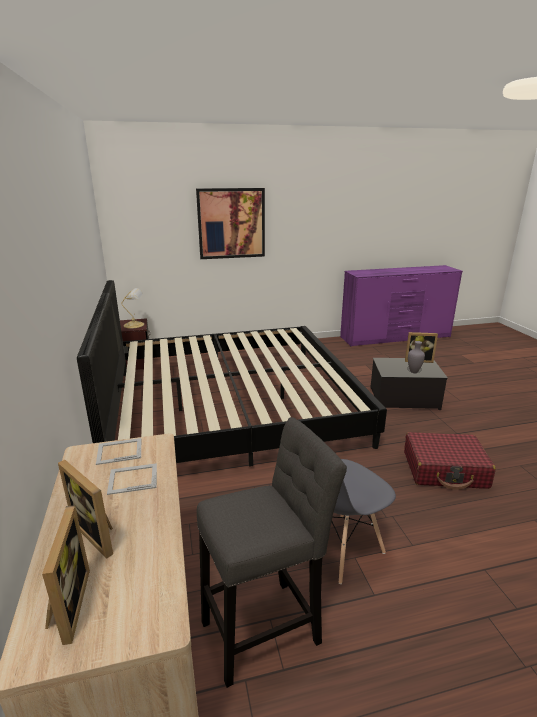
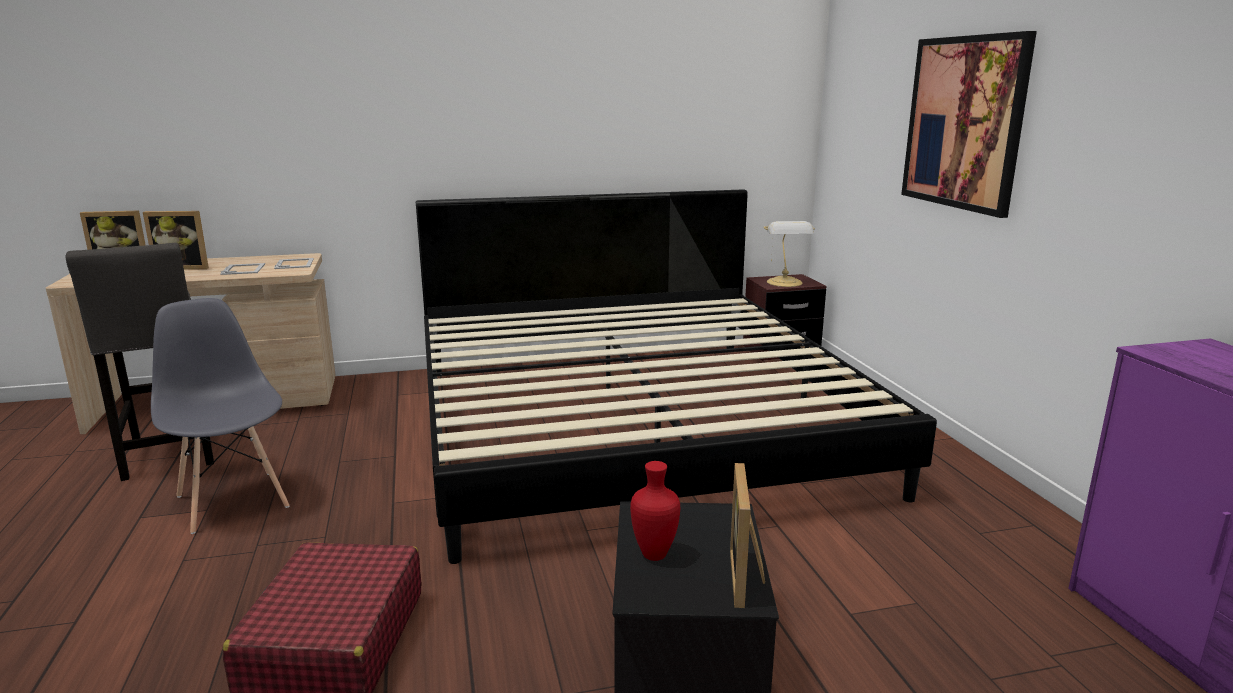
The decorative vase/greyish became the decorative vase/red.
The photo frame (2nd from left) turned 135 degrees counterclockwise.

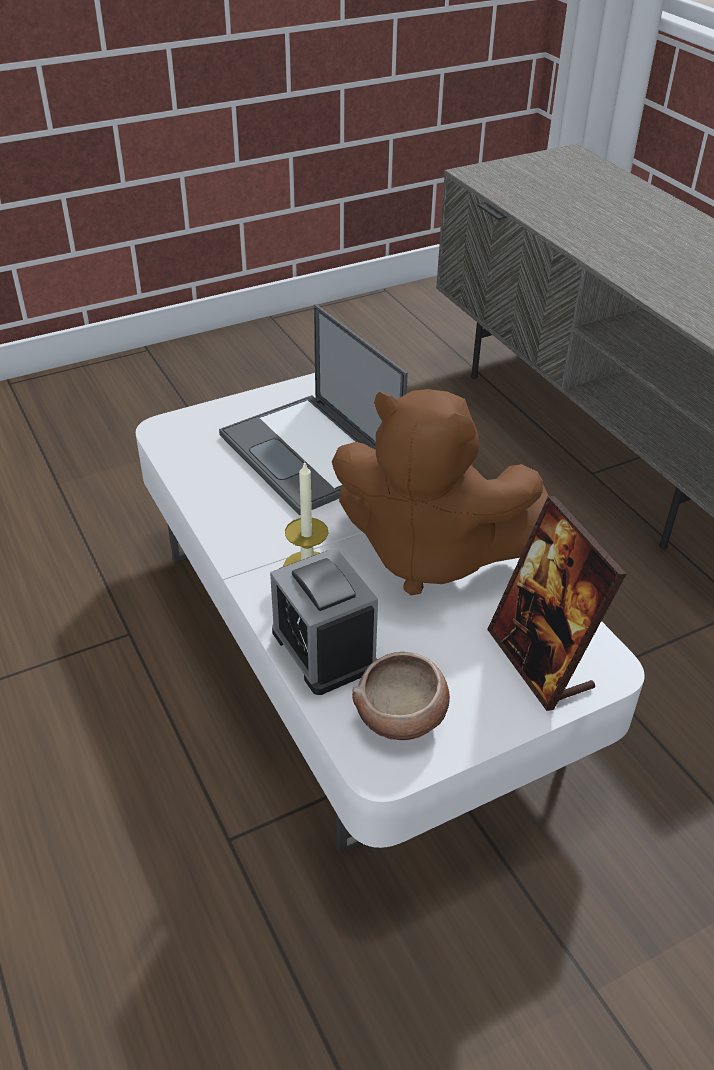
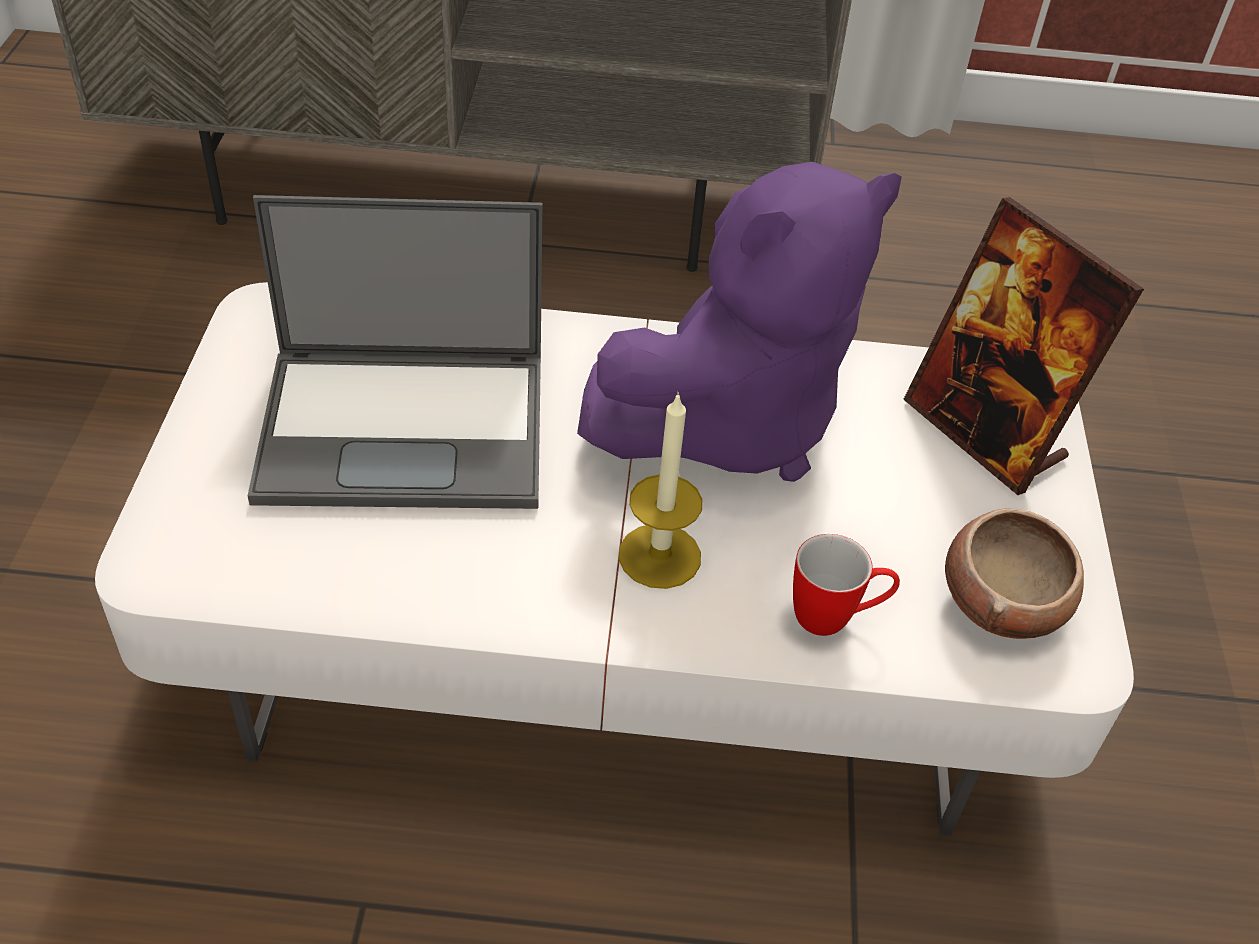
The bedside clock was replaced by the mug.
The soft toy/brown-coloured became the soft toy/purple-coloured.
The photo frame turned 45 degrees clockwise.

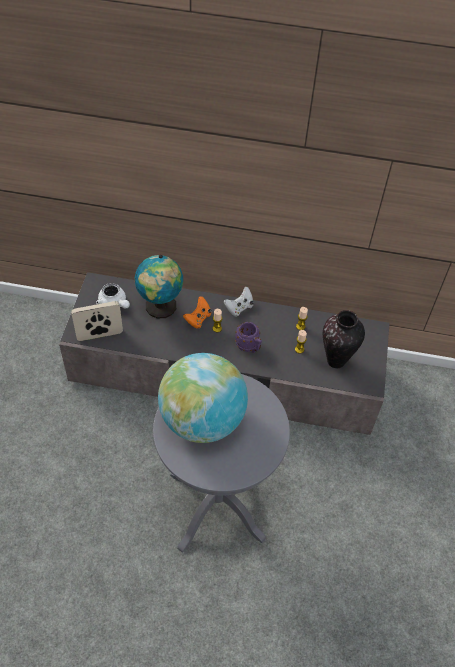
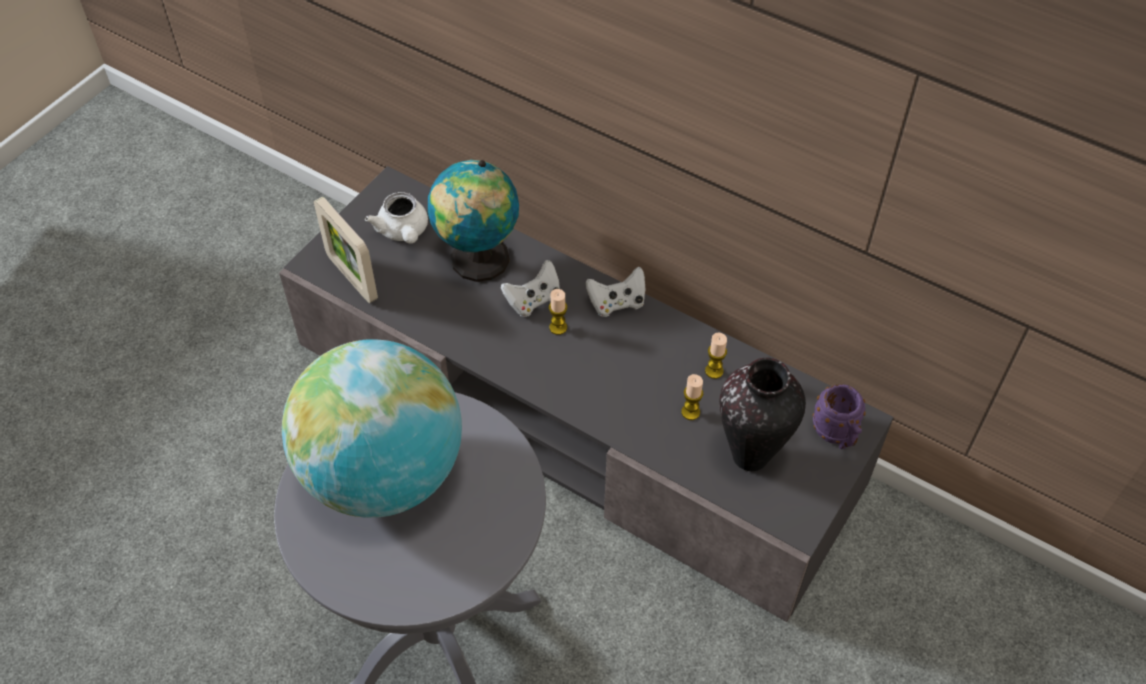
The mug/purple-coloured moved.
The gamepad/orange-coloured became the gamepad/whitish (1st from left).
The photo frame turned 135 degrees counterclockwise.

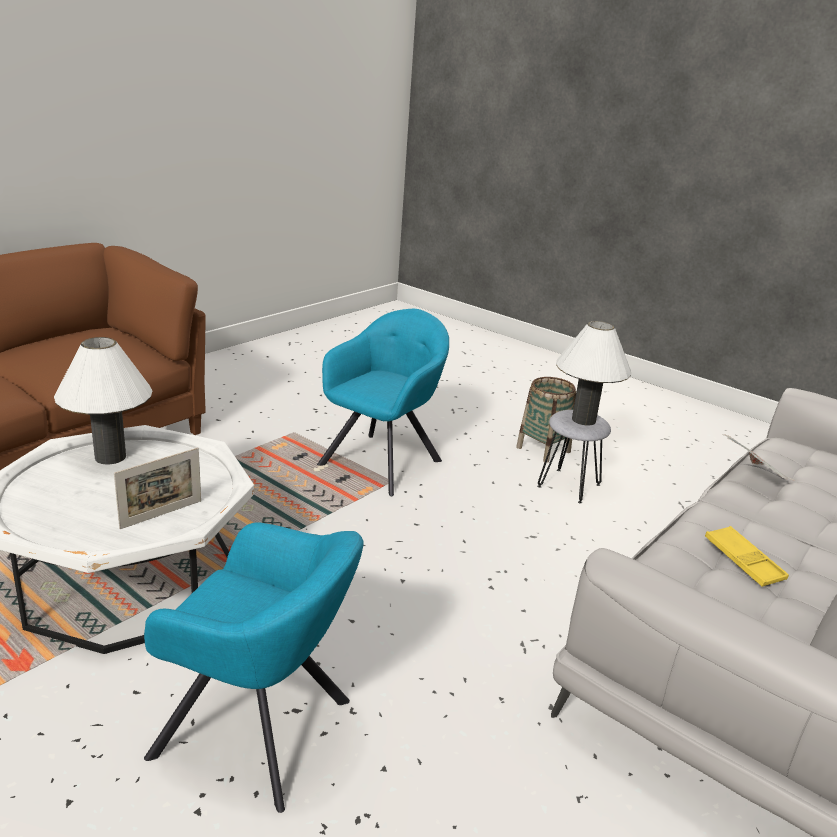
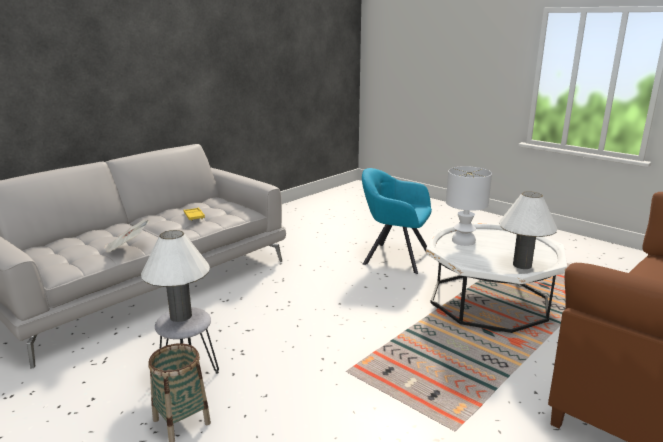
The lounge chair/turquoise (2nd from left) disappeared.
The photo frame was replaced by the tabletop lamp/whitish (2nd from left).

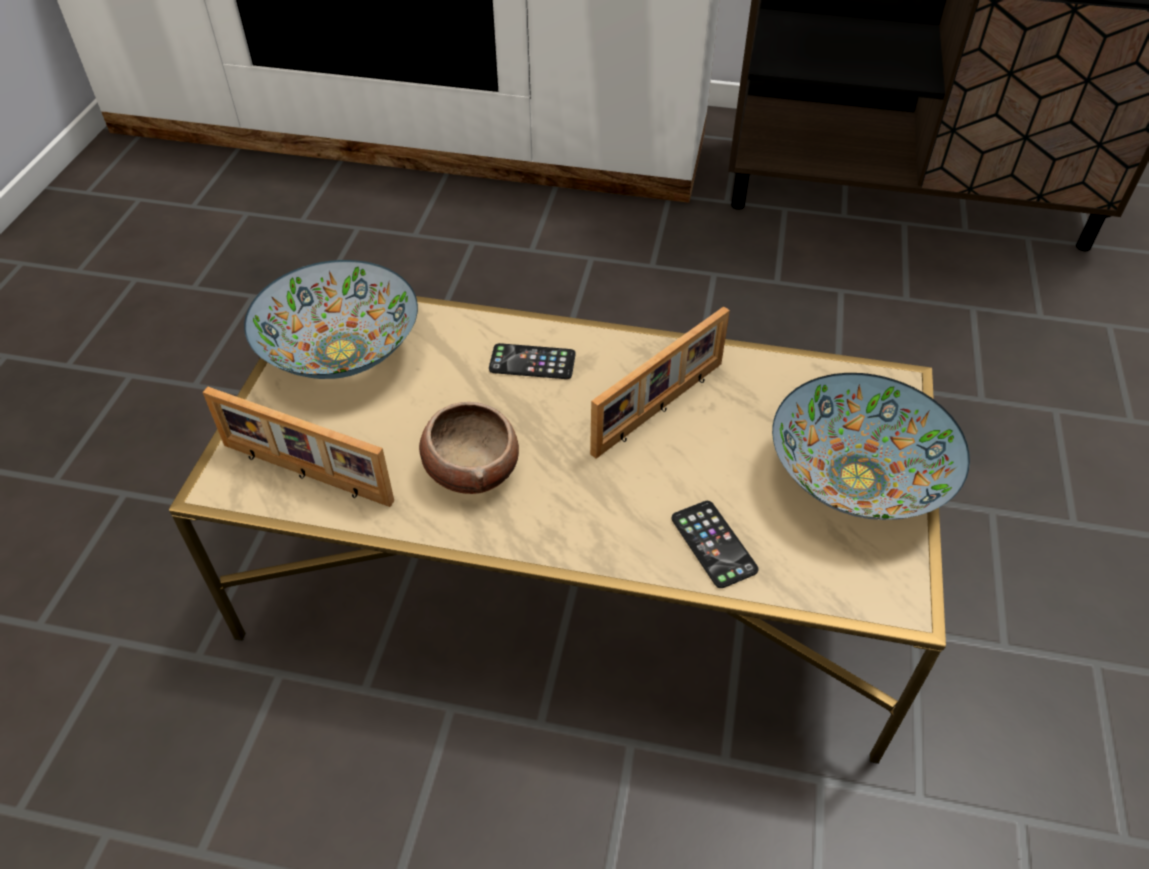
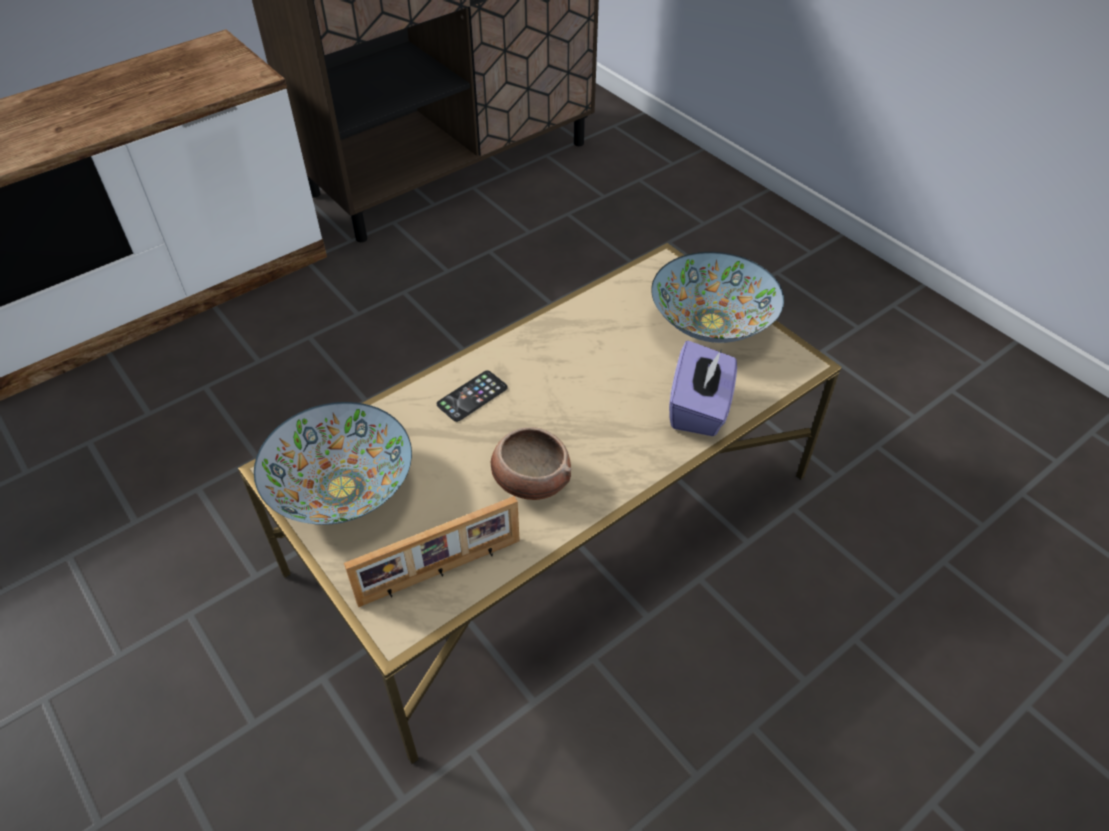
The photo frame (2nd from left) disappeared.
The phone (2nd from left) was replaced by the tissue box/purple-coloured.

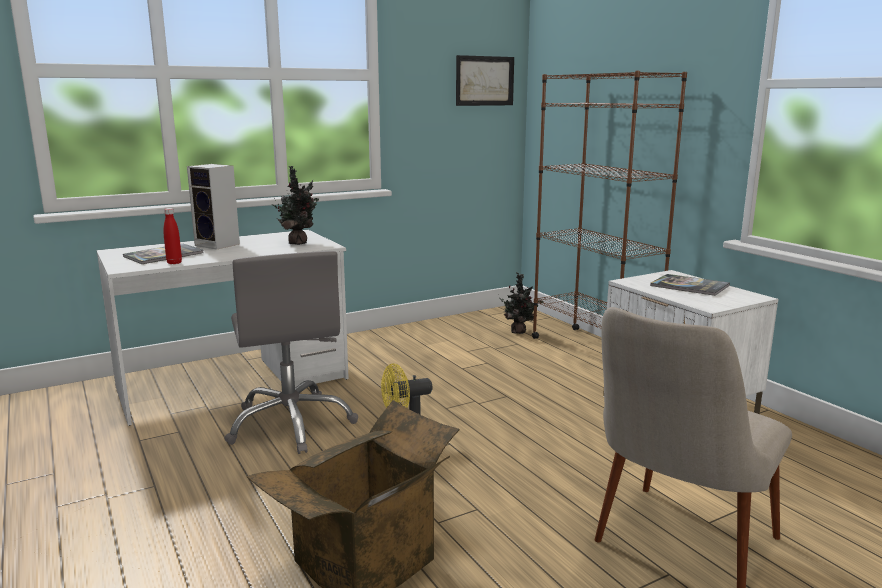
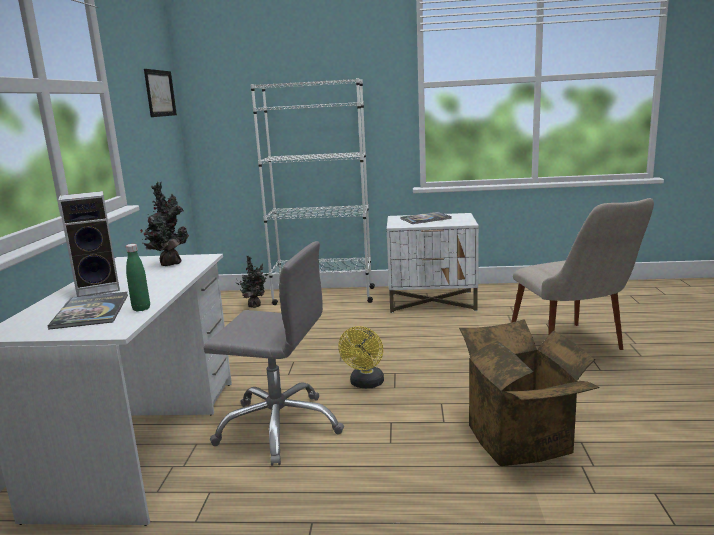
The beverage bottle/red became the beverage bottle/green.
The bookshelf/brown-coloured became the bookshelf/whitish.

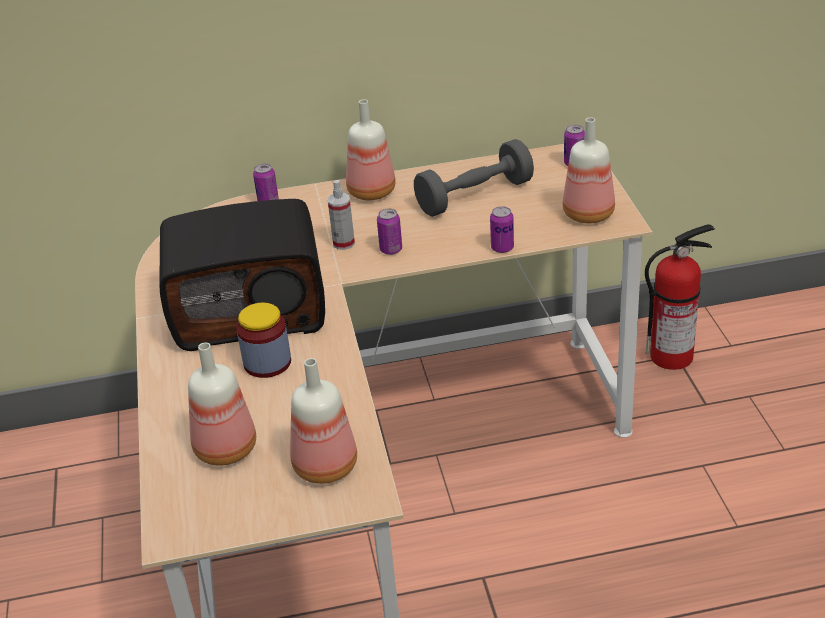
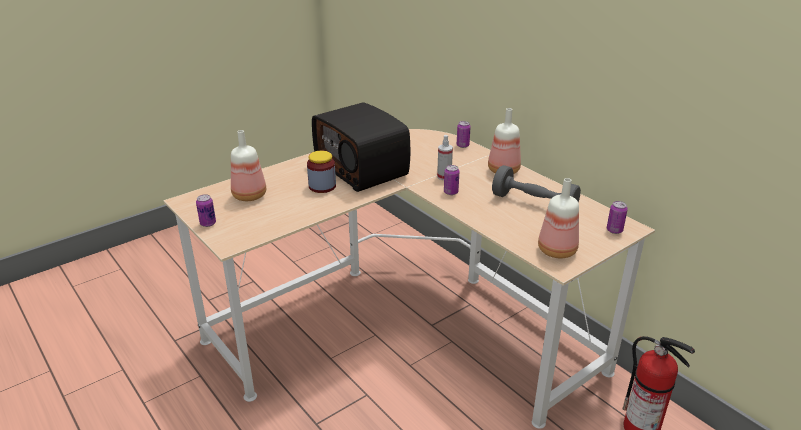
The beverage bottle (2nd from left) disappeared.
The metal can (3rd from left in the first image) moved.

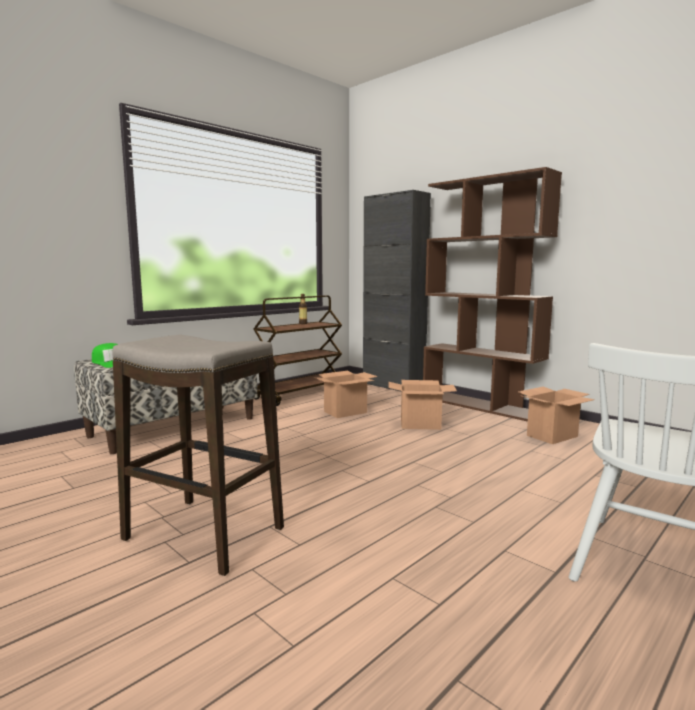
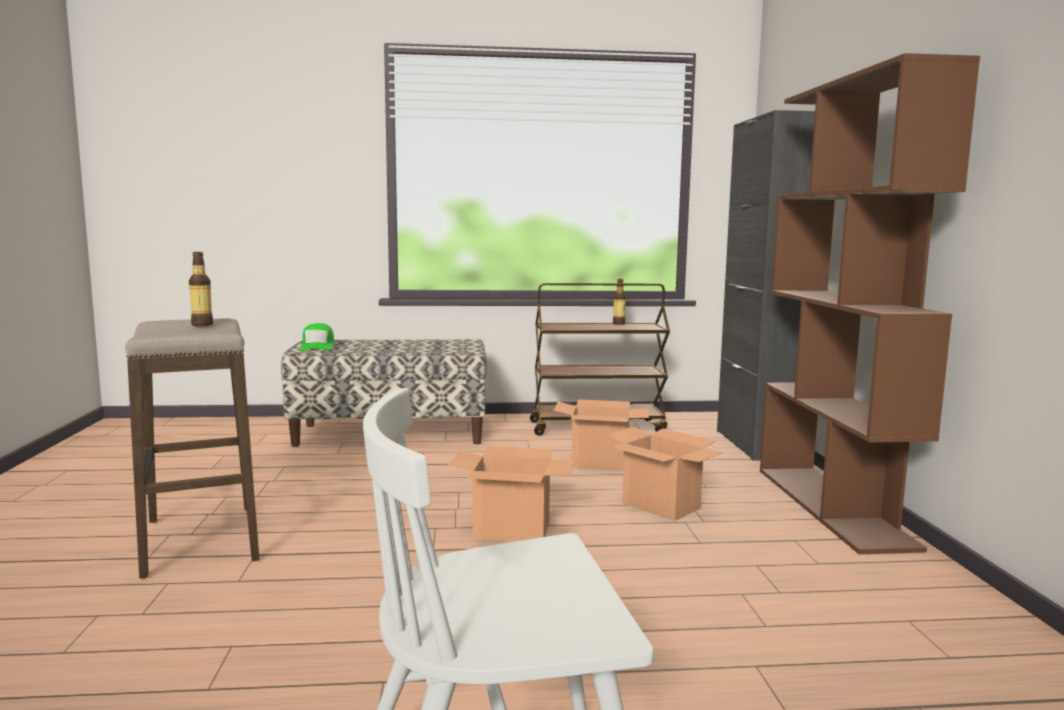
The beverage bottle (1st from left) appeared.
The cardboard box (3rd from left in the first image) moved.

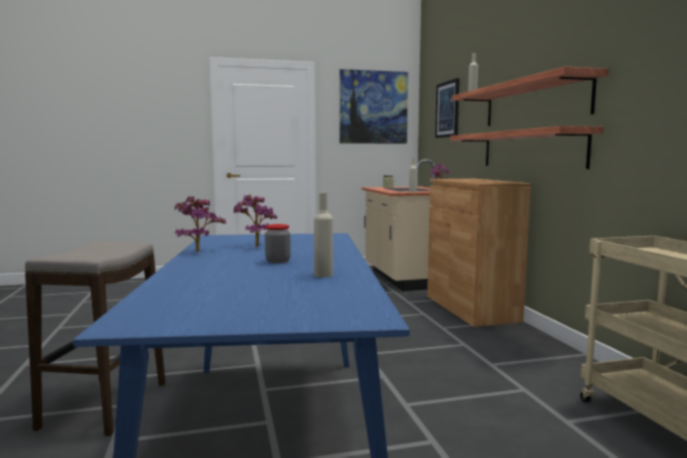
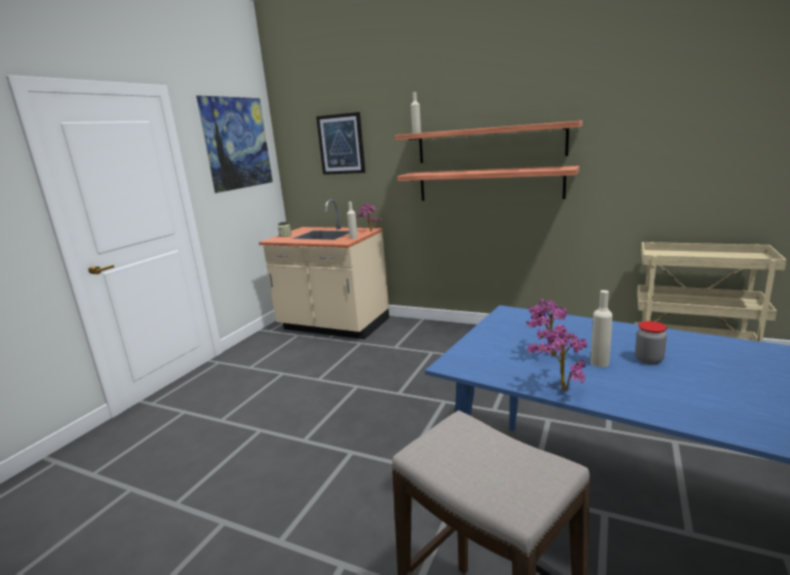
The cabinet/brown-coloured disappeared.
The beverage bottle/beige (1st from left in the first image) moved.

